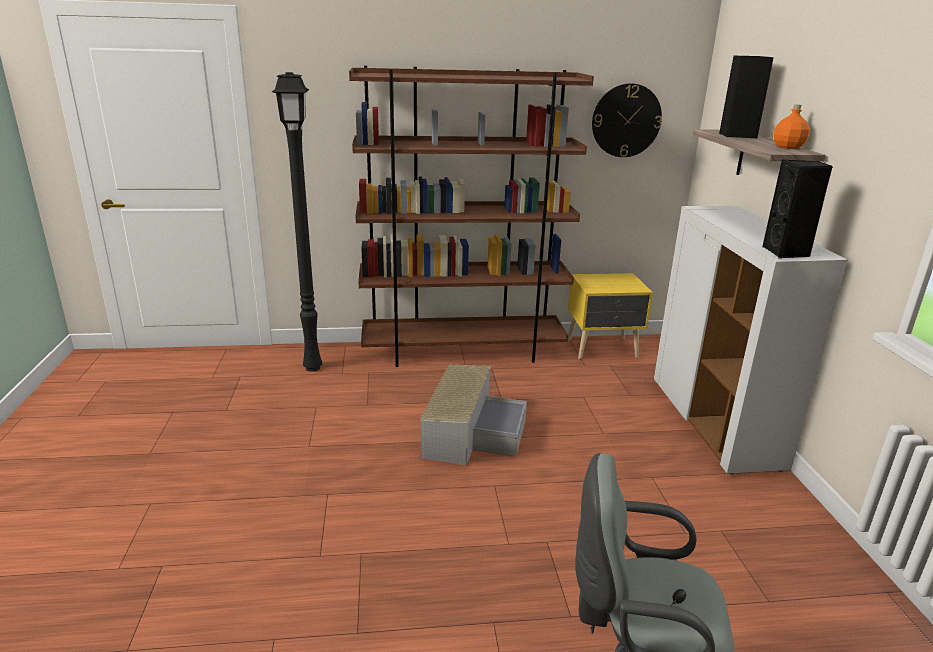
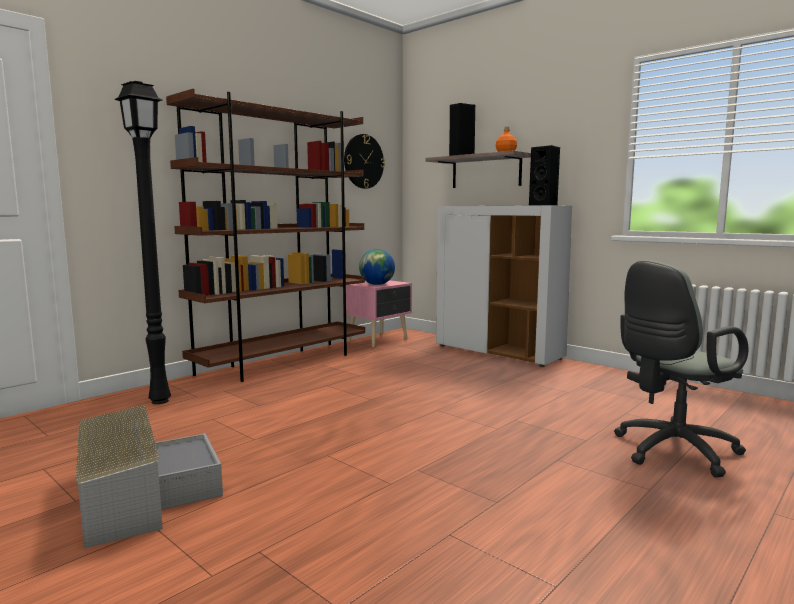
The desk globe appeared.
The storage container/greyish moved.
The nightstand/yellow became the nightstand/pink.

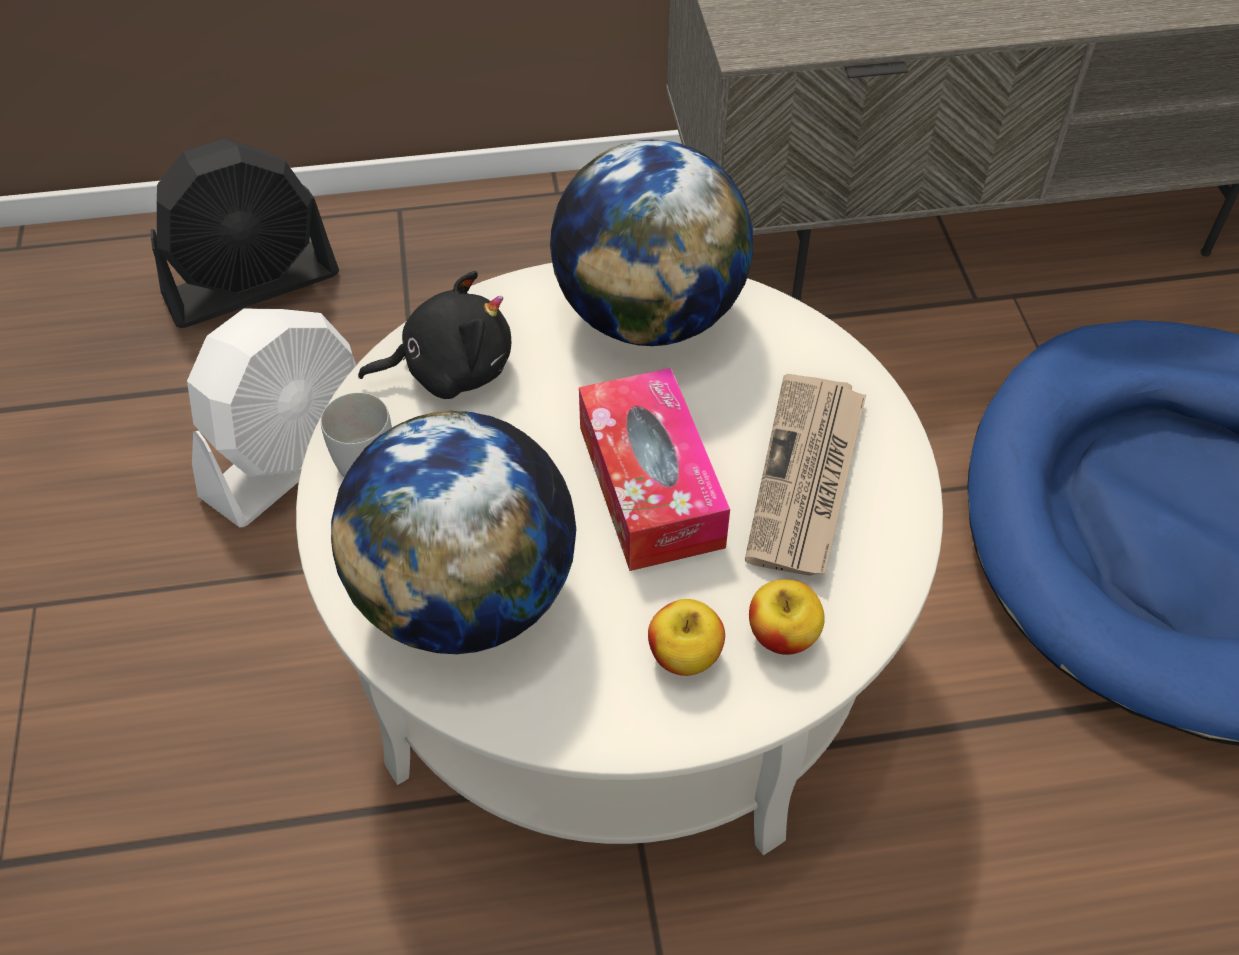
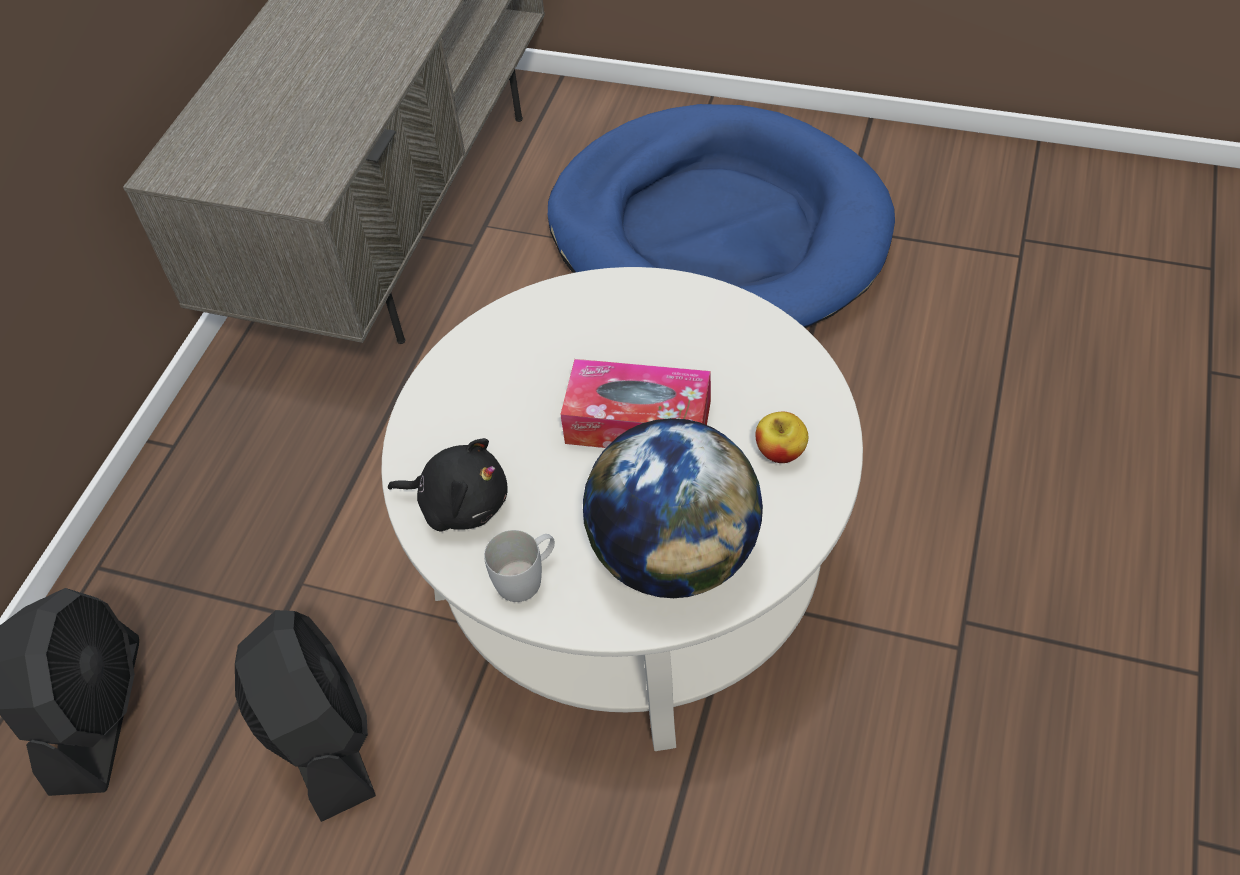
The desk globe (2nd from left) disappeared.
The daily paper disappeared.
The whole apple (2nd from left) disappeared.
The cooling fan/whitish became the cooling fan/black-coloured (2nd from left).
The soft toy/black-coloured turned 90 degrees clockwise.

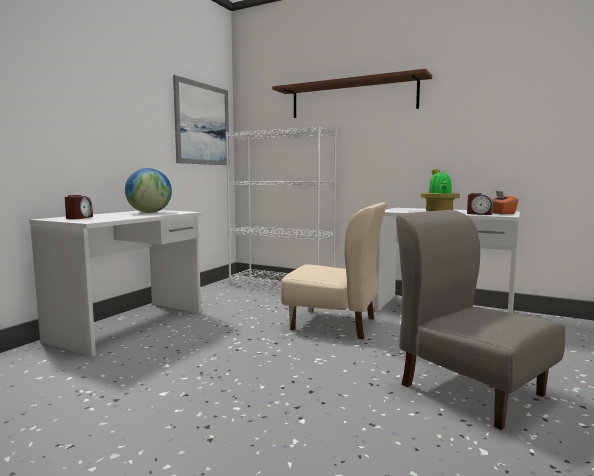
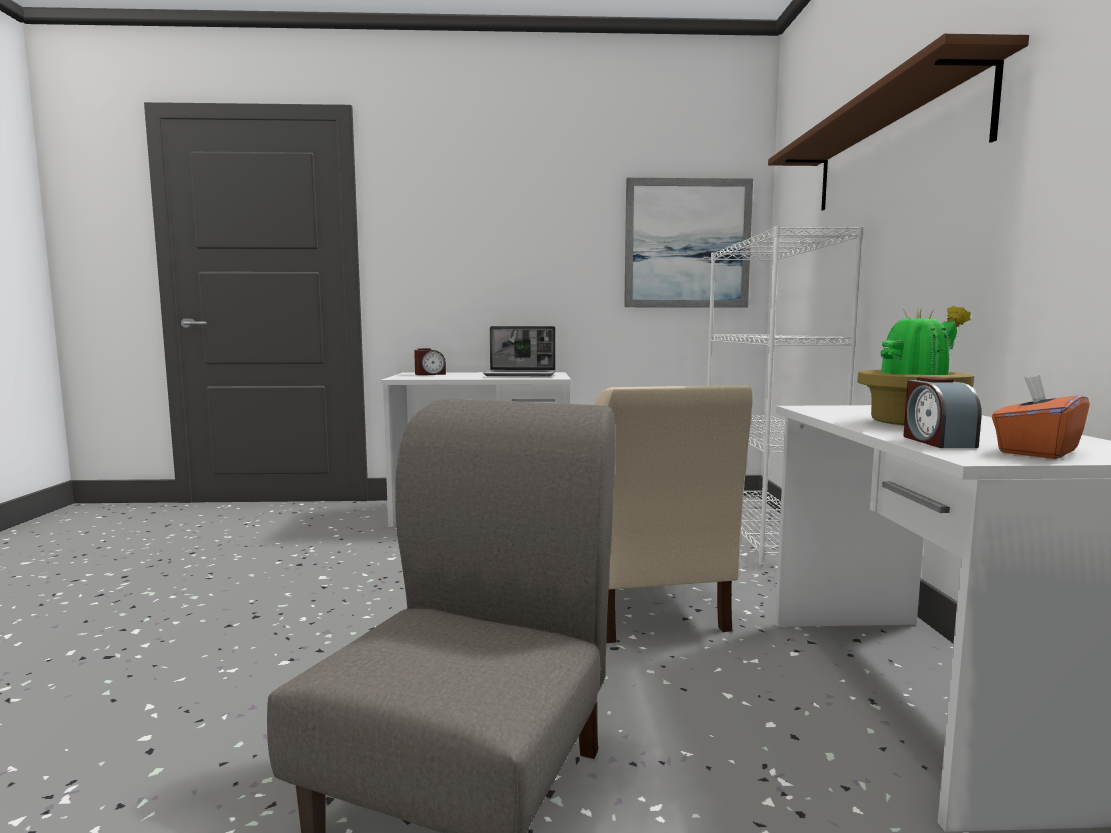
The desk globe was replaced by the portable computer.

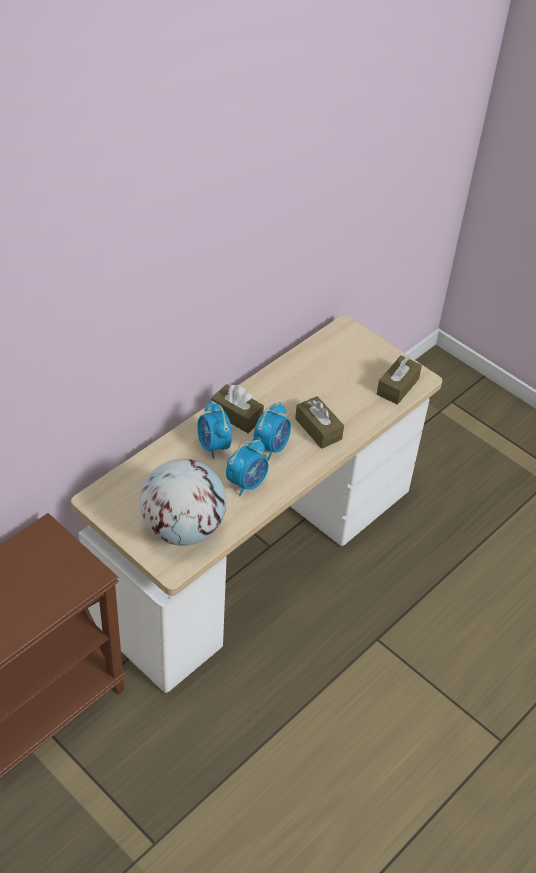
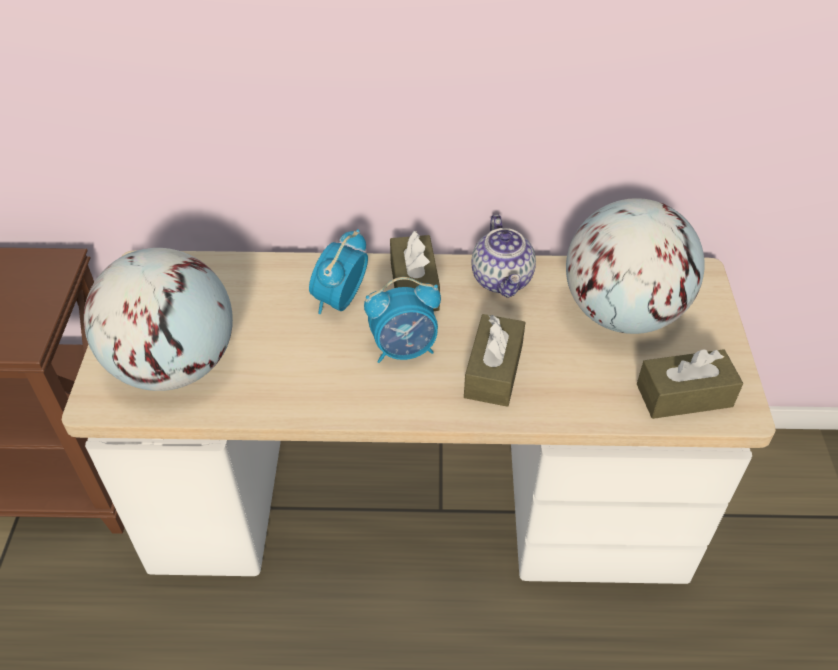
The bedside clock (2nd from left) disappeared.
The teapot appeared.
The desk globe (2nd from left) appeared.

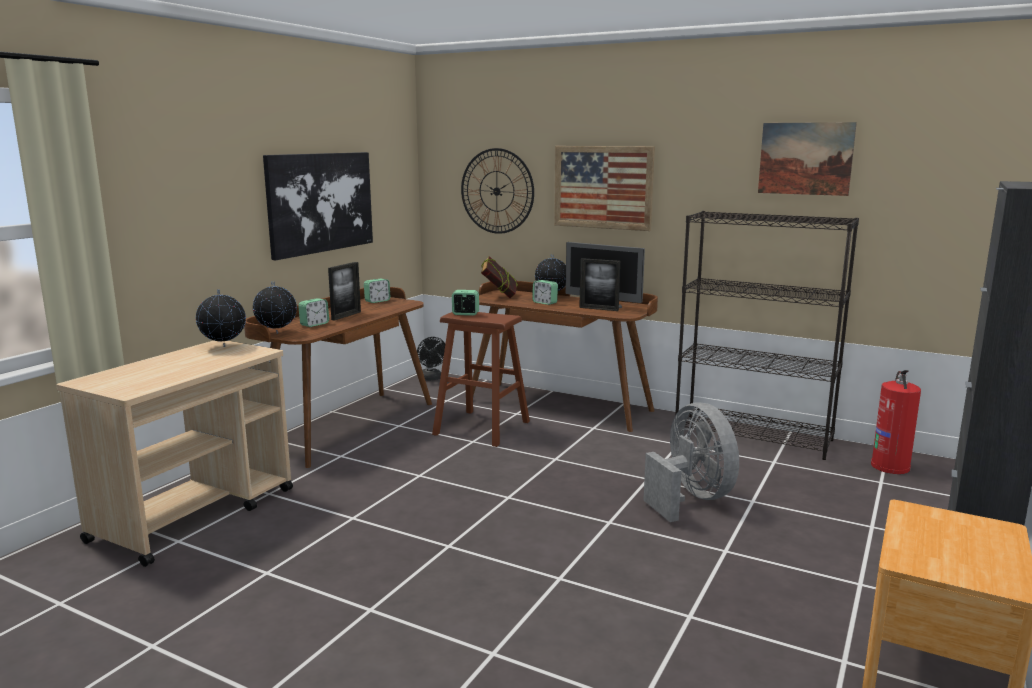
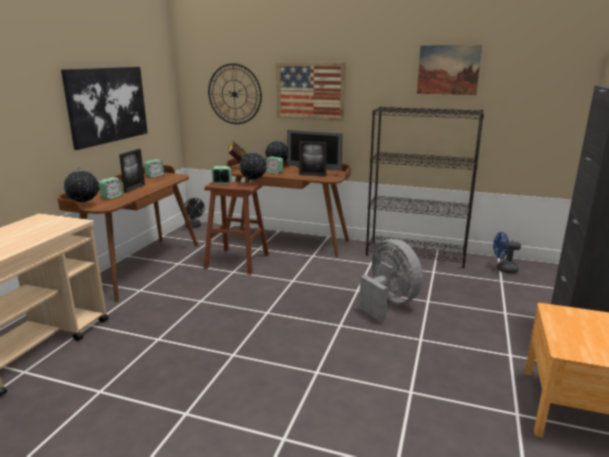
The desk globe (1st from left in the first image) moved.
The fire-fighting cylinder was replaced by the cooling fan/blue-coloured.

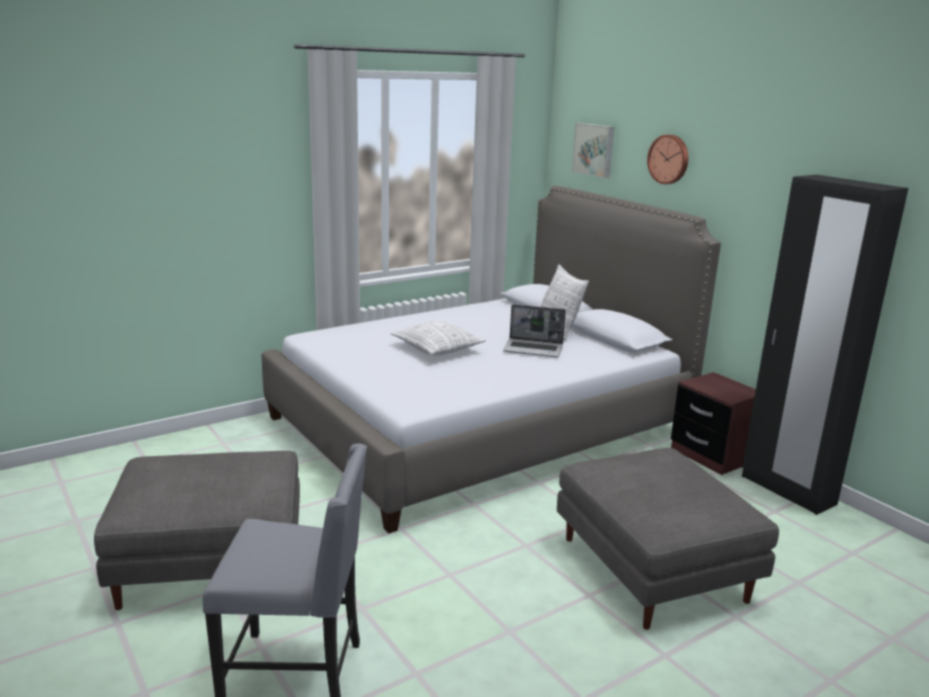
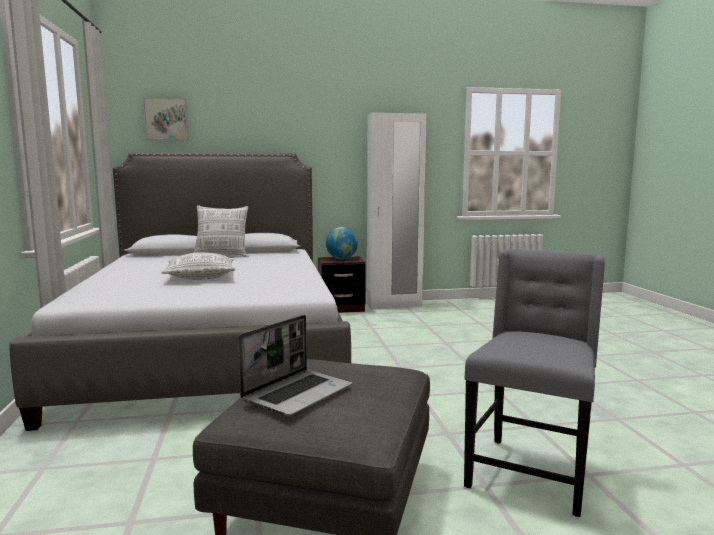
The pouffe/greyish (2nd from left) disappeared.
The hanging clock disappeared.
The desk globe appeared.
The portable computer moved.
The clothes cupboard/black-coloured became the clothes cupboard/whitish.

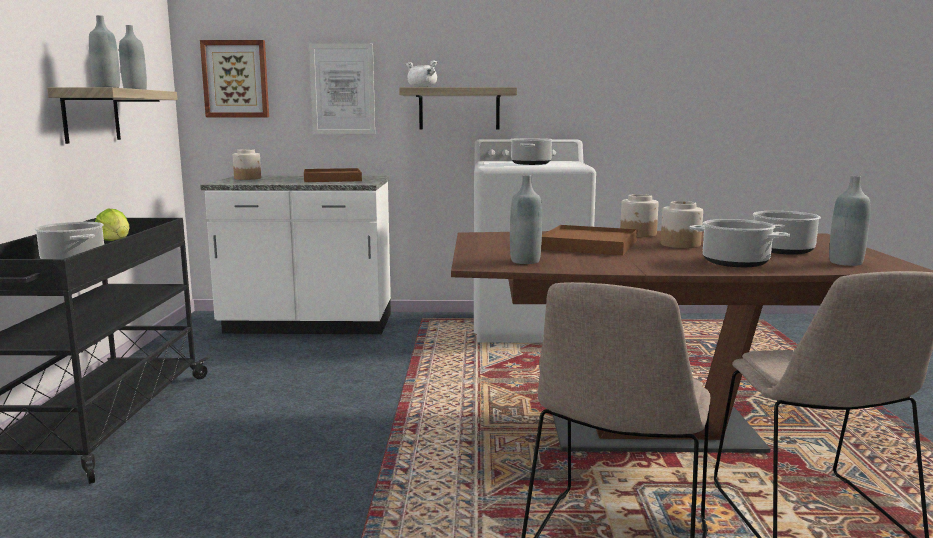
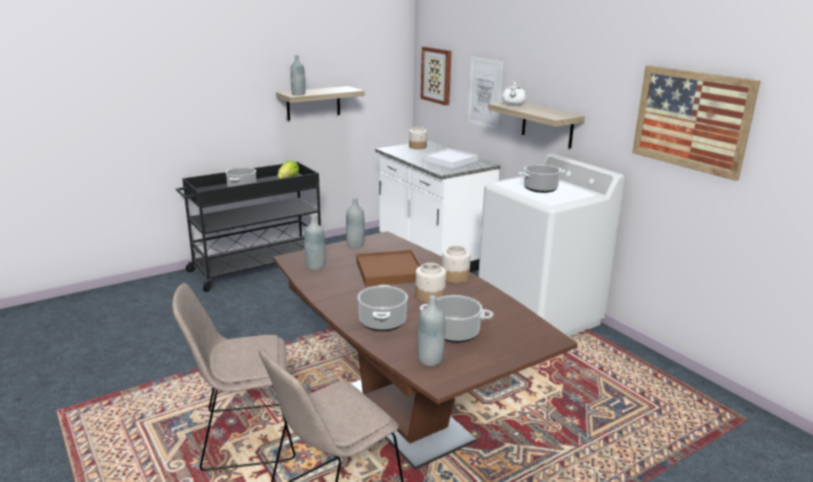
The wall picture (3rd from left) appeared.
The beverage bottle/greyish (2nd from left in the first image) moved.
The carrying tray/brown-coloured (1st from left) became the carrying tray/whitish.

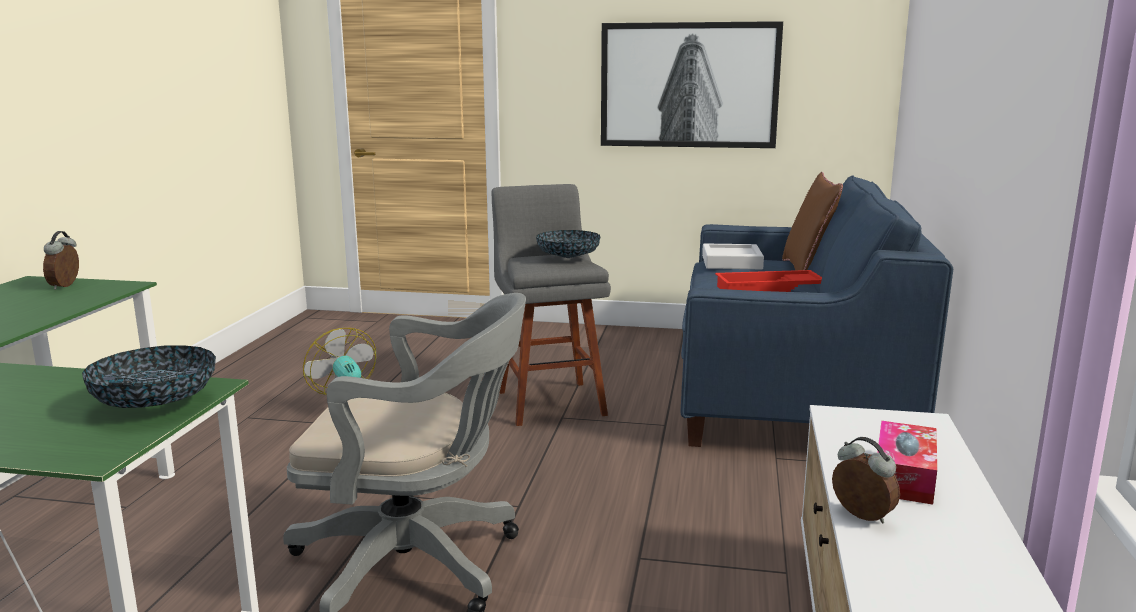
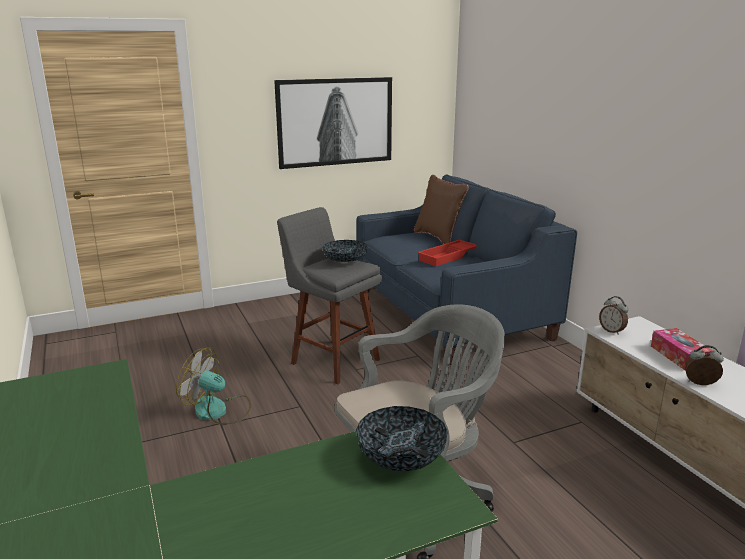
The carrying tray/greyish disappeared.
The bedside clock (1st from left) moved.

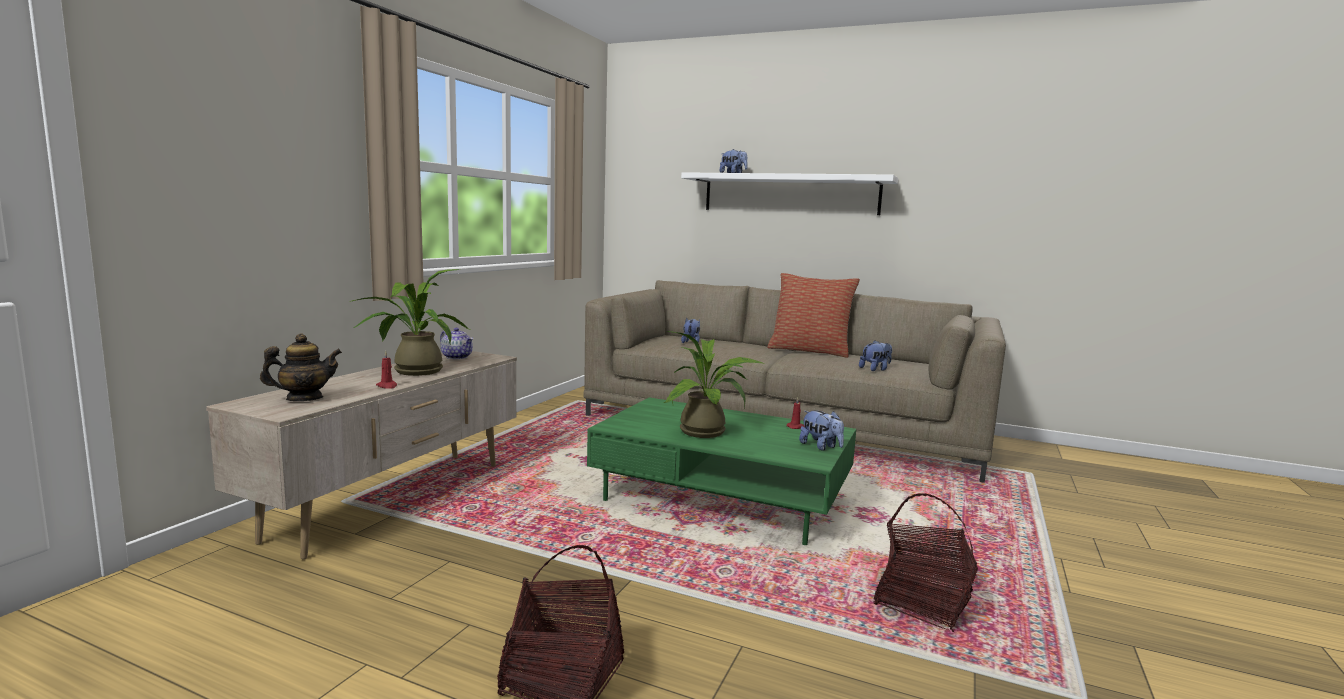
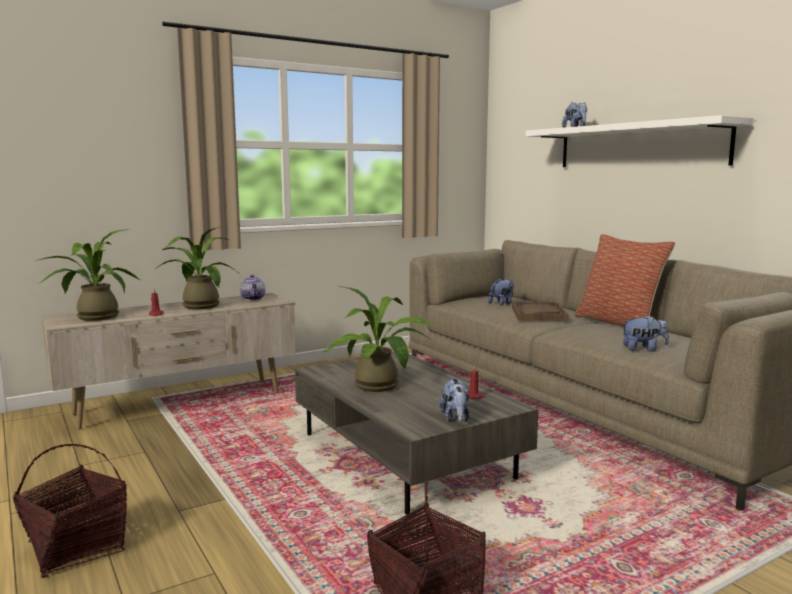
The carrying tray/brown-coloured appeared.
The teapot (1st from left) was replaced by the plant in a pot (1st from left).
The low table/green became the low table/greyish.

